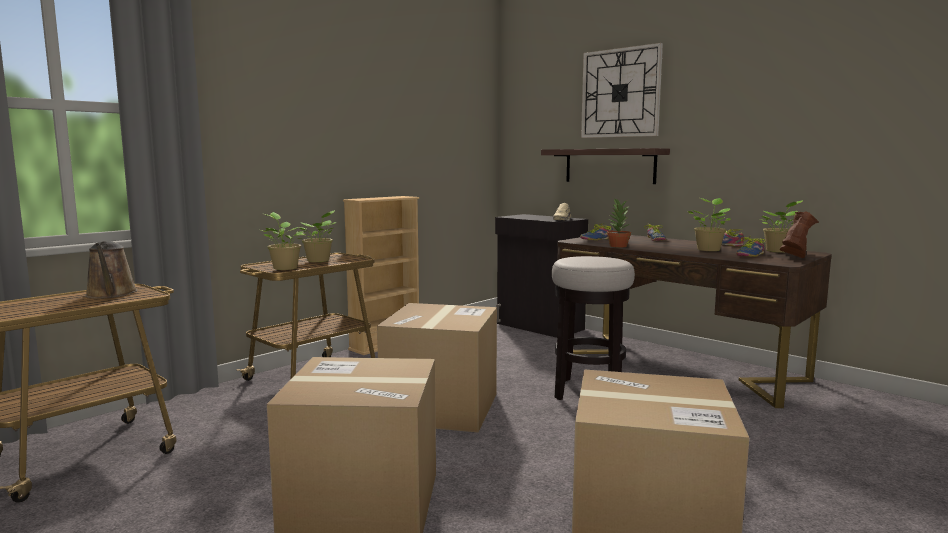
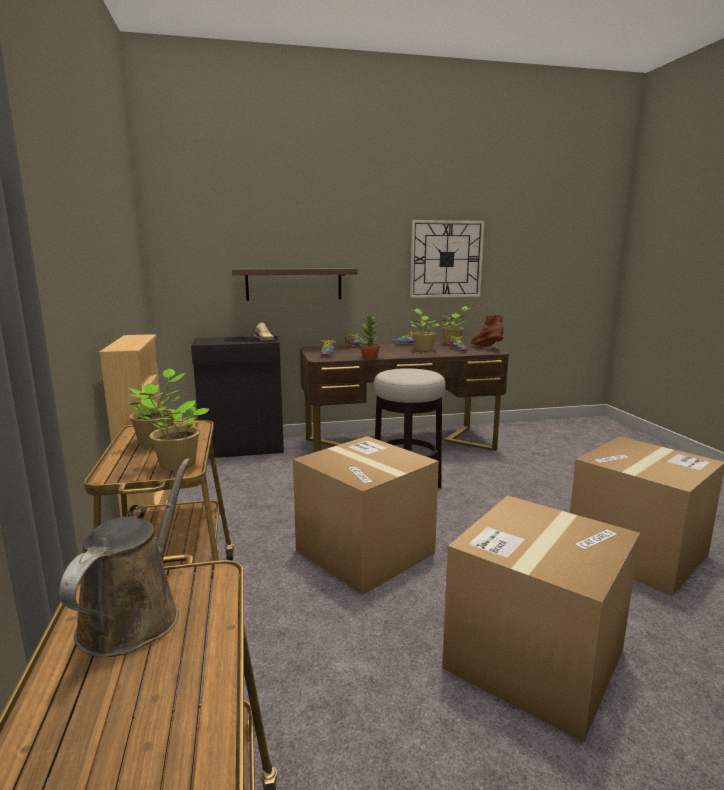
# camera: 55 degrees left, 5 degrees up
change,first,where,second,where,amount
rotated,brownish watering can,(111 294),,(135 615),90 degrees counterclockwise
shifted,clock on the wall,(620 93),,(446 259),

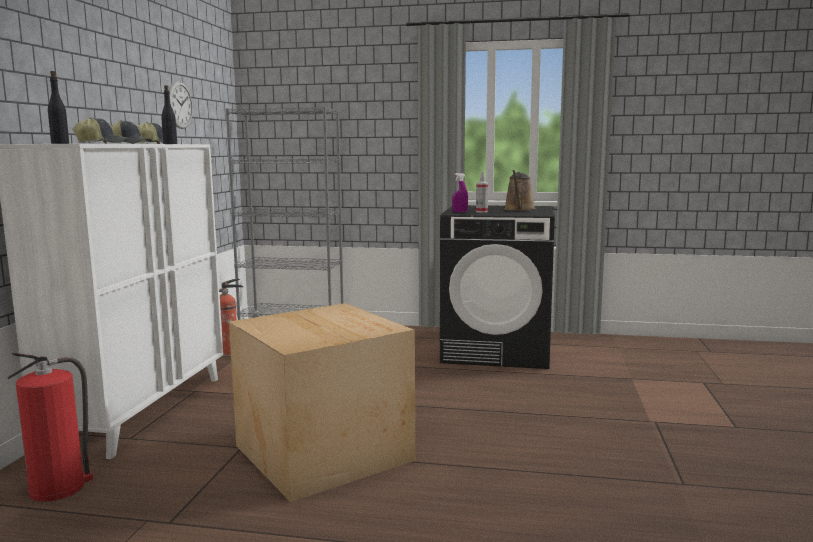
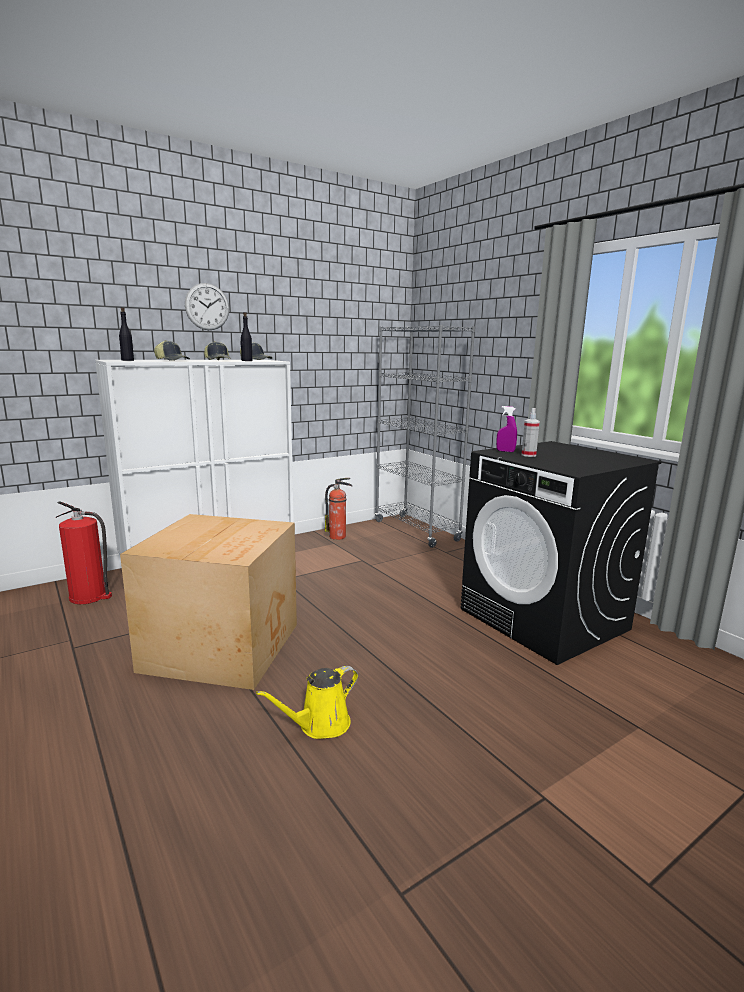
# camera: 45 degrees right, 5 degrees up
change,first,where,second,where,amount
shifted,clock on the wall,(180 105),,(207 307),
new,,,yellow-coloured watering can,(320 725),
gone,brownish watering can,(519 209),,,

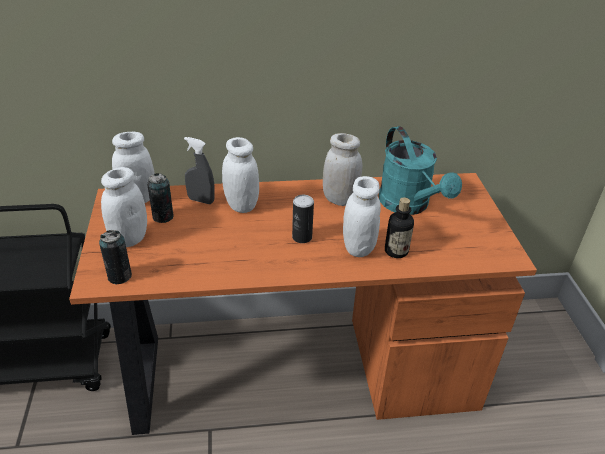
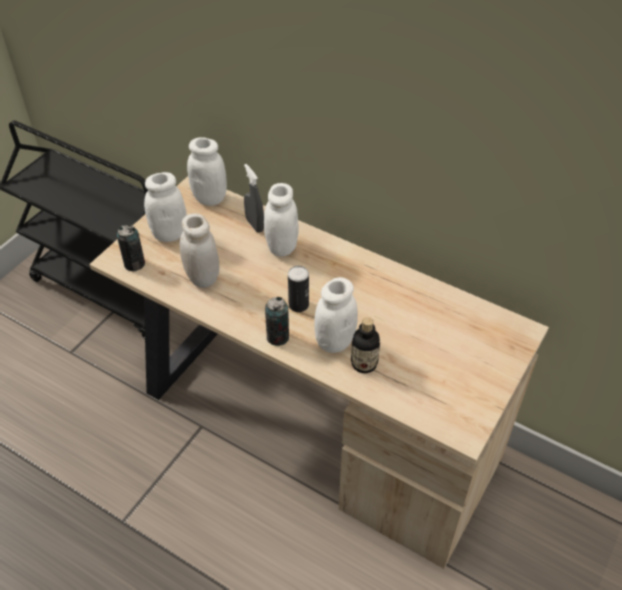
# camera: 40 degrees right, 10 degrees up
change,first,where,second,where,amount
repainted,orange desk table,(296 369),beige desk table,(311 422),
shifted,whitish jar,(340 199),,(202 278),
shifted,can,(163 217),,(277 337),
gone,blue-green watering can,(409 205),,,

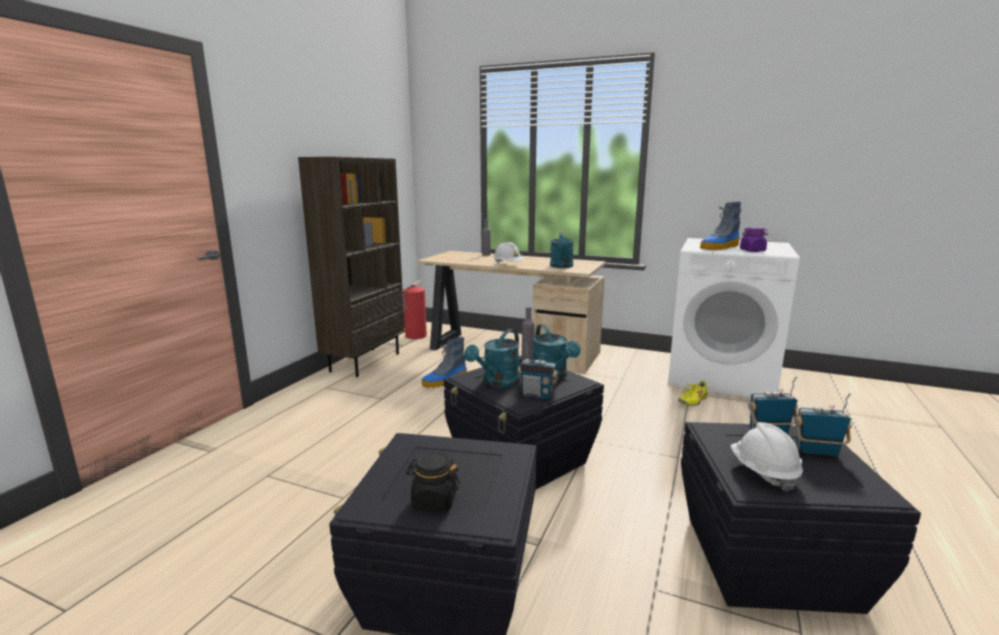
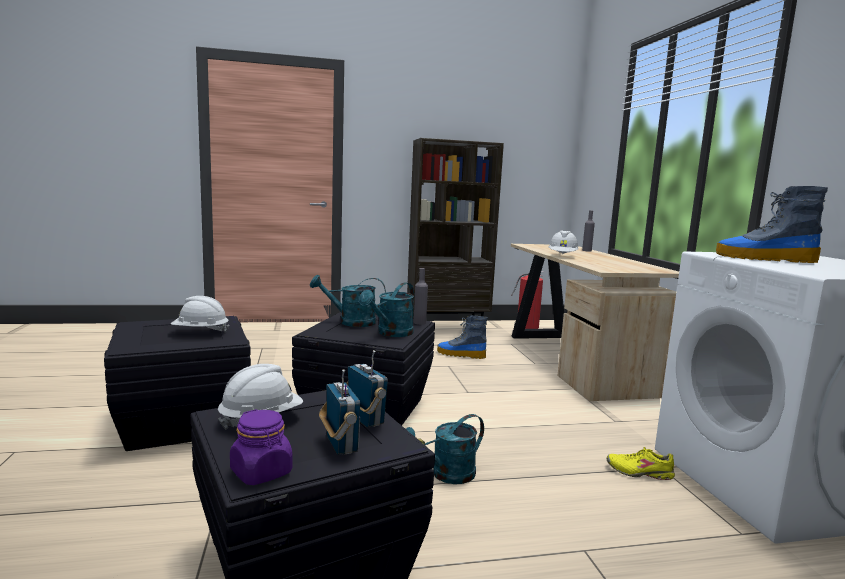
# camera: 55 degrees right, 5 degrees down
change,first,where,second,where,amount
new,,,whitish safety helmet,(200 332),
shifted,purple-coloured jar,(752 251),,(261 472),
shifted,blue-green watering can,(562 266),,(446 475),
gone,black jar,(434 501),,,
gone,radio,(537 395),,,

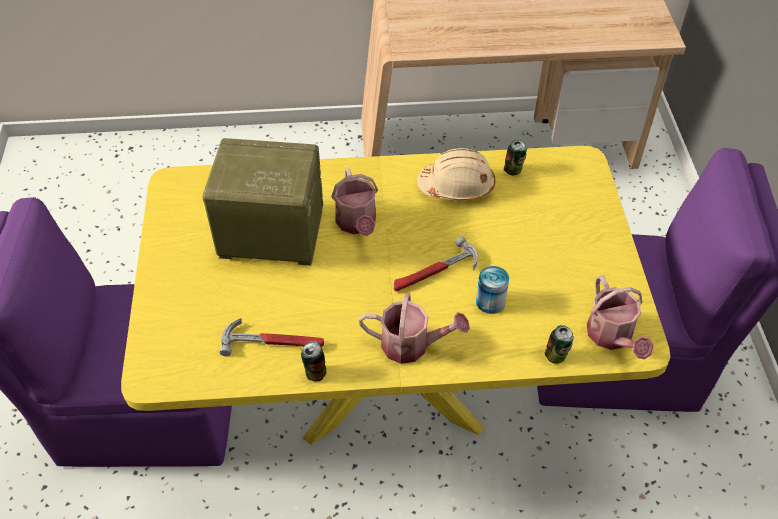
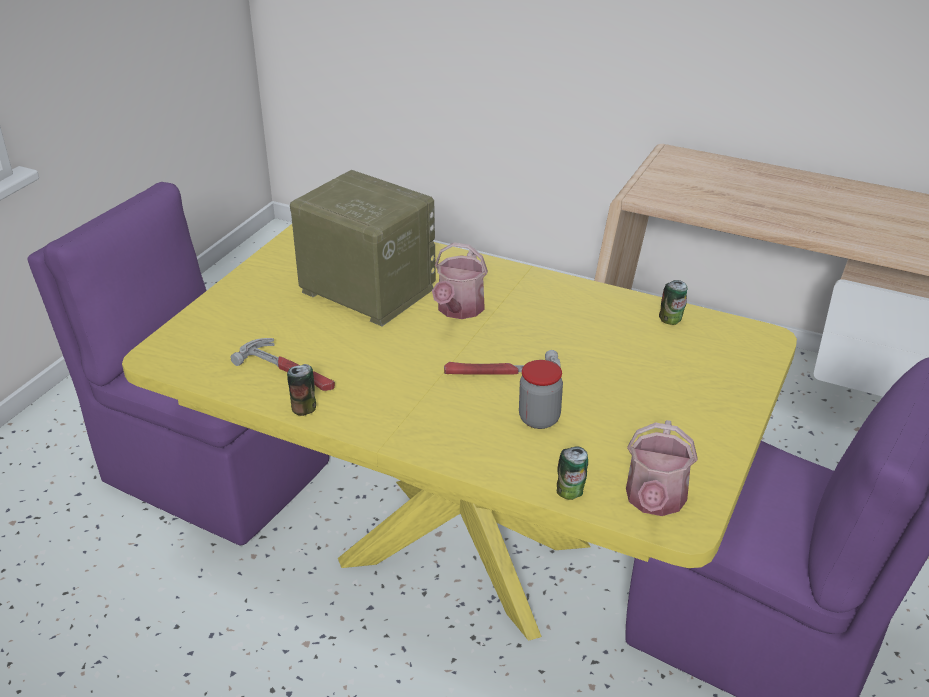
# camera: 30 degrees right, 15 degrees down
change,first,where,second,where,amount
swapped,can,(490 301),jar,(539 419),
gone,watering can,(412 345),,,
gone,beige safety helmet,(457 186),,,

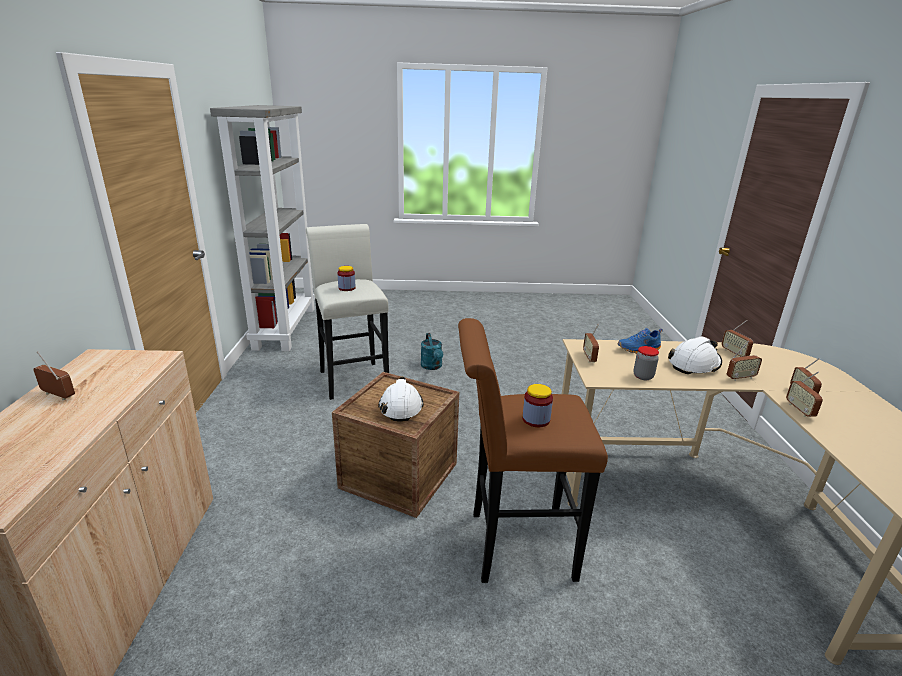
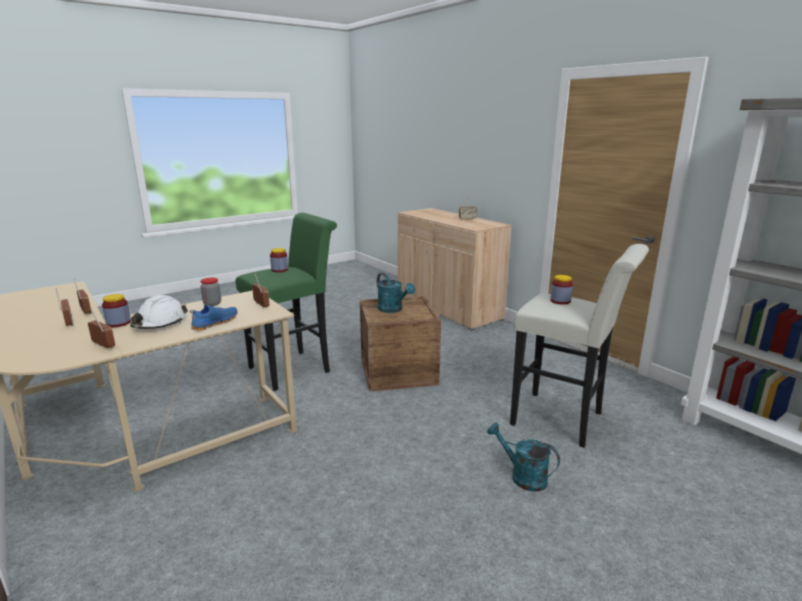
# camera: 145 degrees right, 5 degrees down
change,first,where,second,where,amount
swapped,radio,(740 378),jar,(118 323),
repainted,brownish sitting stool,(512 545),green sitting stool,(295 368),
swapped,whitish safety helmet,(401 407),blue-green watering can,(393 309),

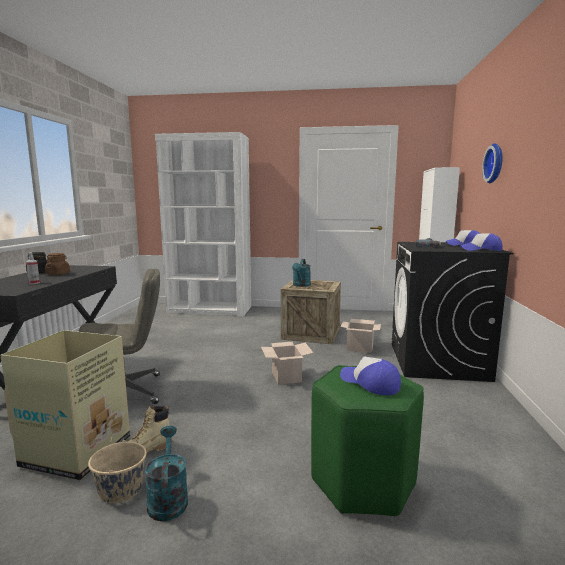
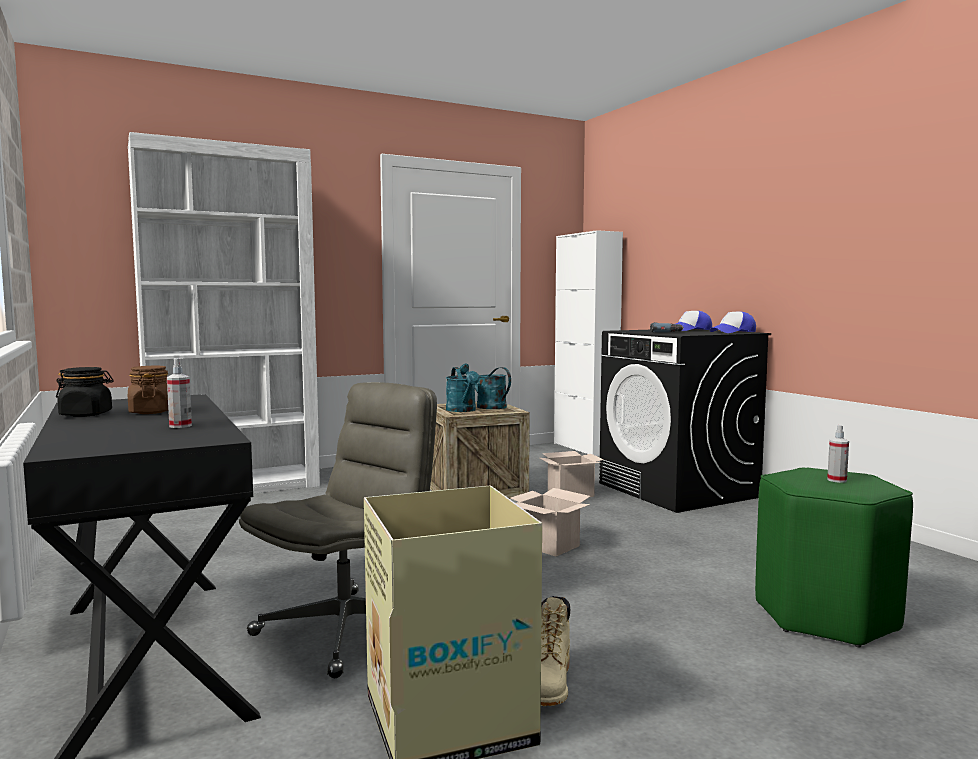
# camera: 35 degrees left, 5 degrees down
change,first,where,second,where,amount
shifted,blue-green watering can,(168 498),,(486 406),
swapped,peaked cap,(370 383),sprayer,(837 480),
gone,beige pail,(120 489),,,
gone,clock on the wall,(496 163),,,

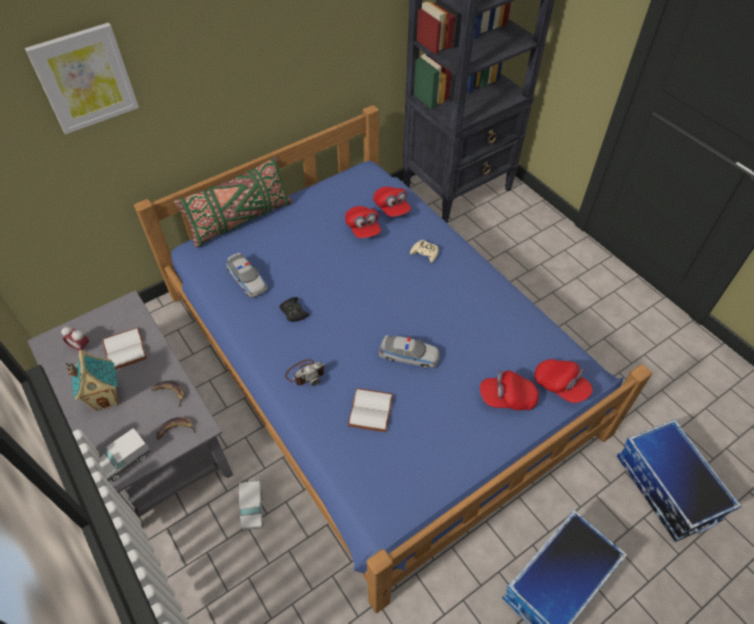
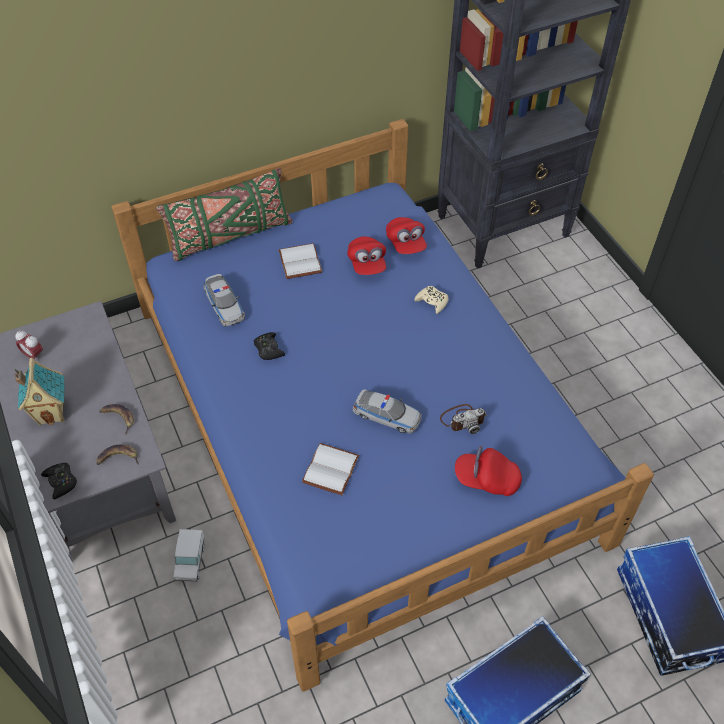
# camera: 10 degrees right, 0 degrees up
change,first,where,second,where,amount
swapped,toy lorry,(125 461),black joypad,(61 482),
shifted,whitish volume,(123 349),,(298 261),
shifted,photo camera,(306 373),,(463 419),
gone,picture,(85 78),,,
gone,reddish peaked cap,(560 386),,,

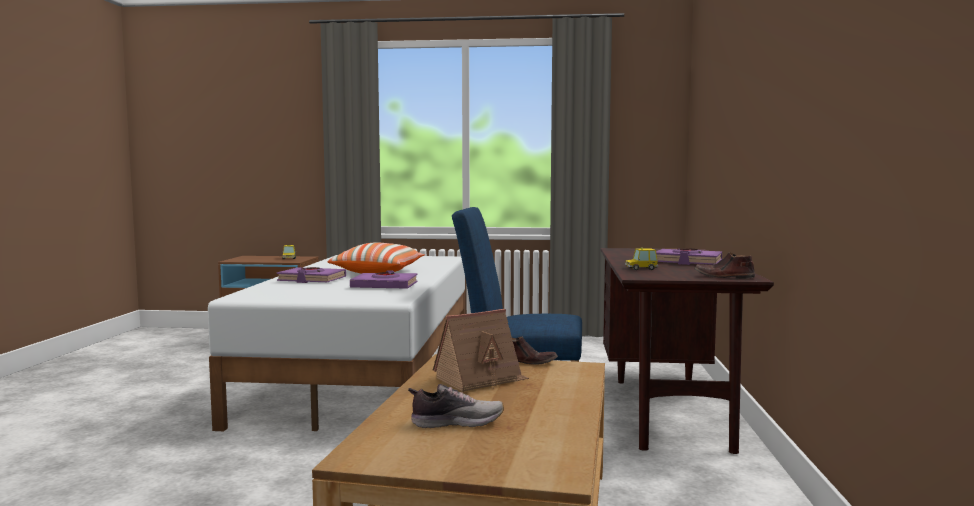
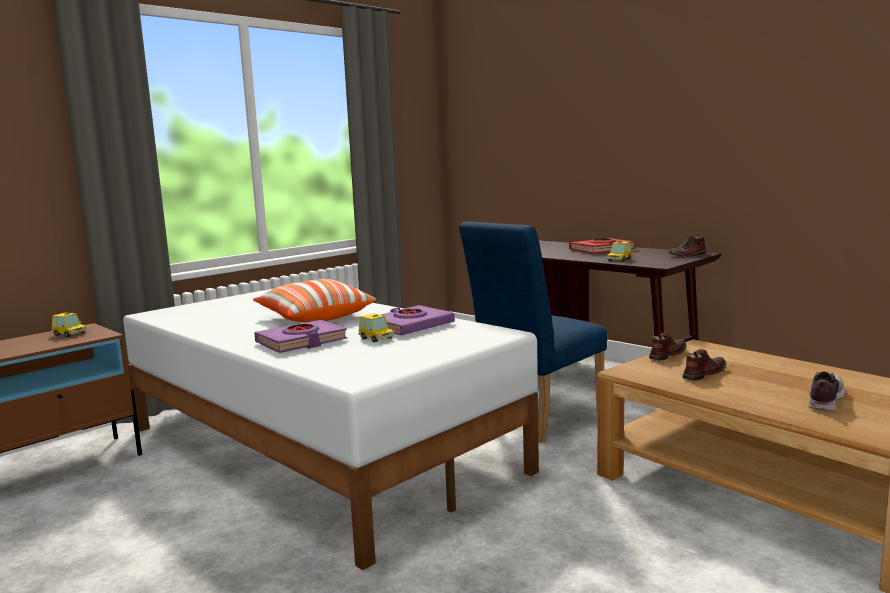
# camera: 50 degrees left, 5 degrees up
change,first,where,second,where,amount
new,,,miniature car,(376 338),
repainted,purple-coloured volume,(687 262),reddish volume,(601 250),
swapped,miniature house,(480 379),brownish low shoe,(703 374),

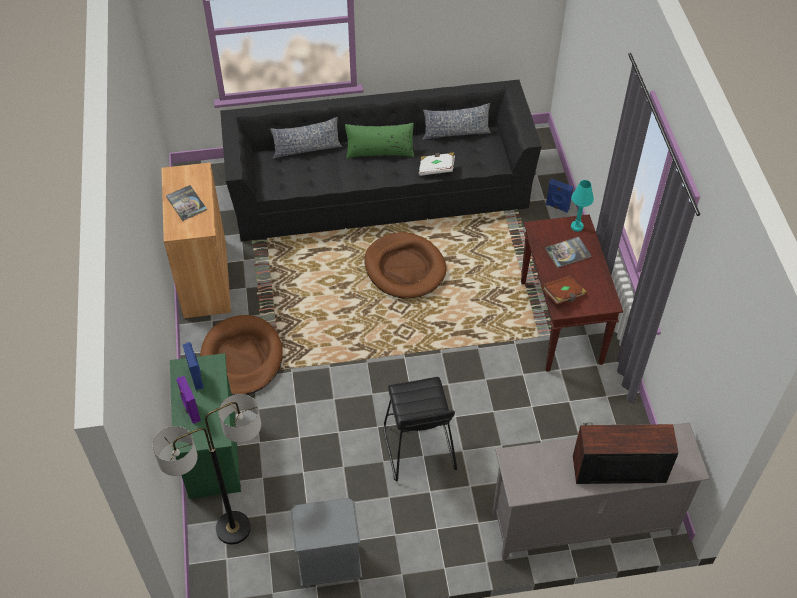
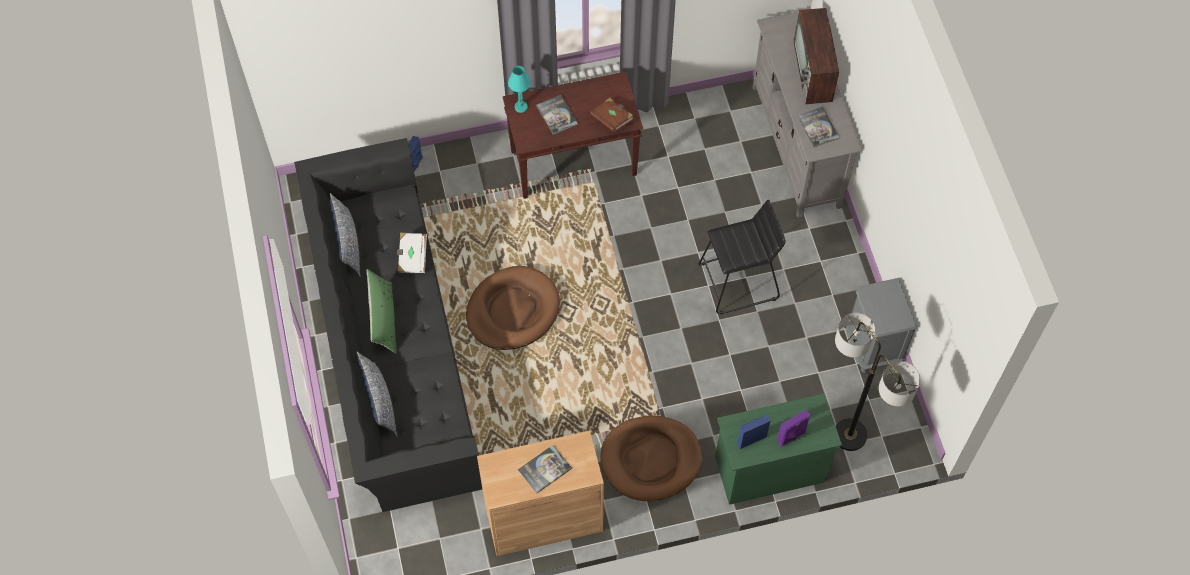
# camera: 95 degrees left, 10 degrees up
change,first,where,second,where,amount
new,,,volume,(818 127),

